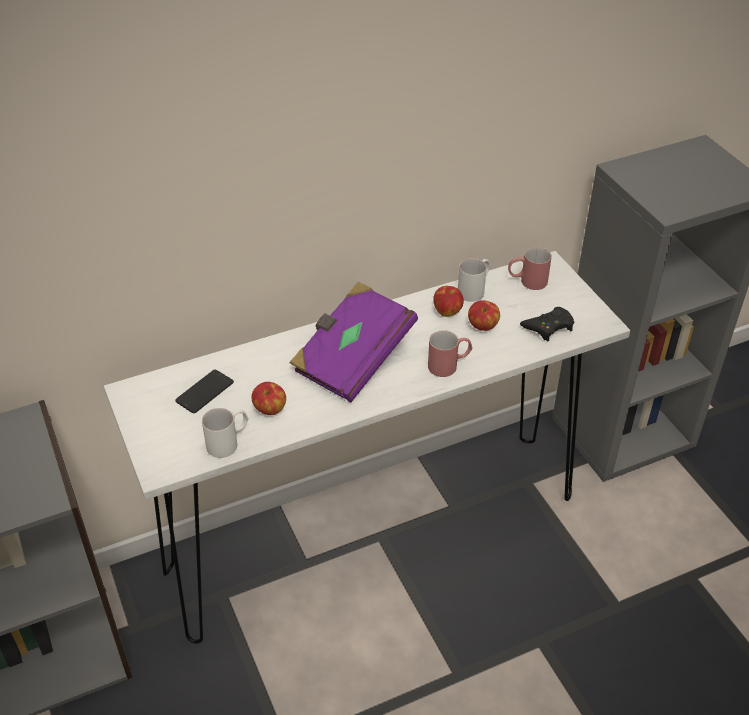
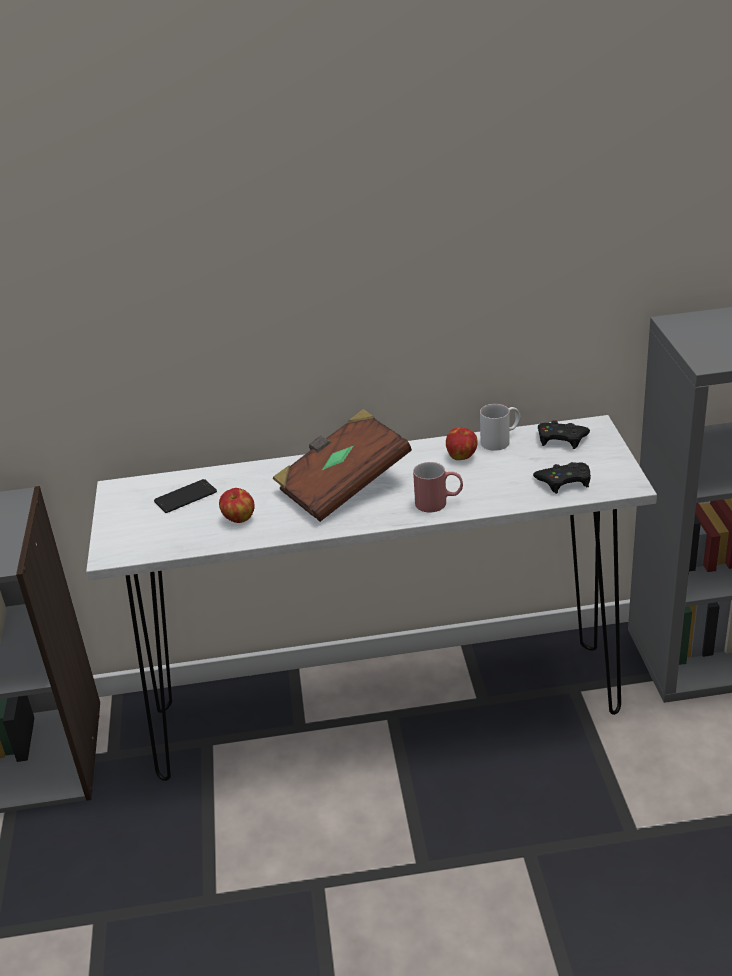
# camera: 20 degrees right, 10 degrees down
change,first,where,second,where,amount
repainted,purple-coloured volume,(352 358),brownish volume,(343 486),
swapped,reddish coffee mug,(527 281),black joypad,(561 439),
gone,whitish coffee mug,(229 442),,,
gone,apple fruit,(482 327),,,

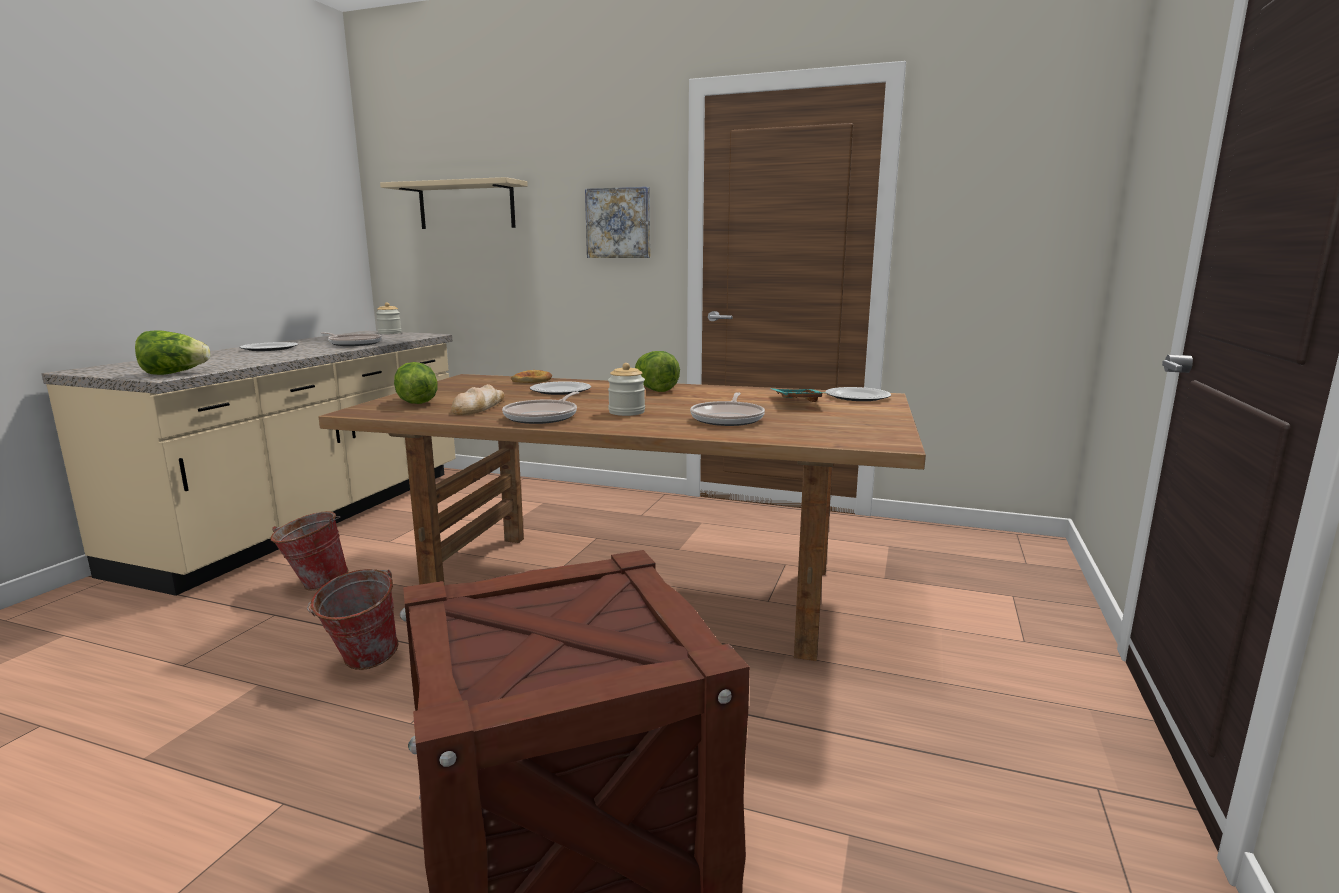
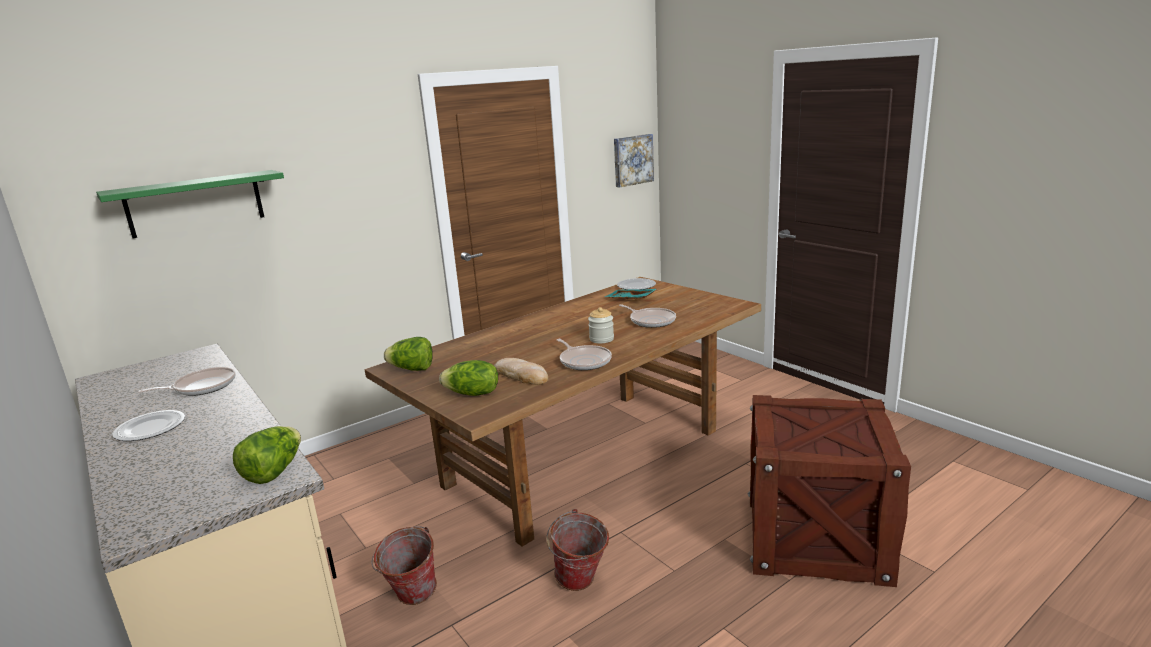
# camera: 55 degrees left, 5 degrees up
change,first,where,second,where,amount
repainted,beige wall shelf,(466 206),green wall shelf,(195 203),
shifted,head of lettuce,(654 389),,(412 369),
shifted,picture,(619 223),,(632 160),
gone,jar,(390 333),,,
gone,bakery bread,(532 381),,,
gone,plate,(560 391),,,

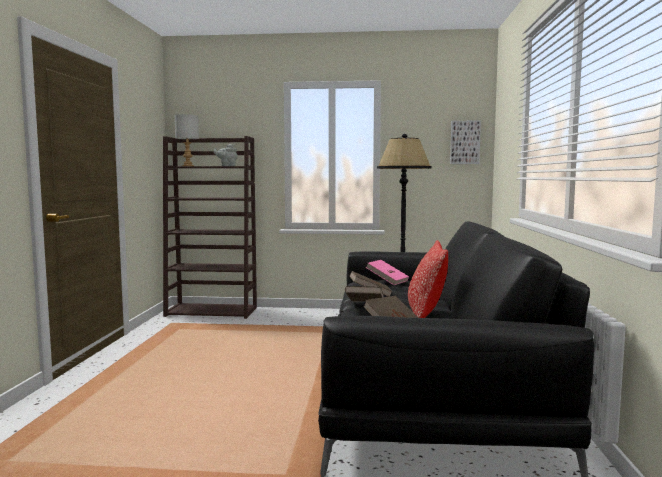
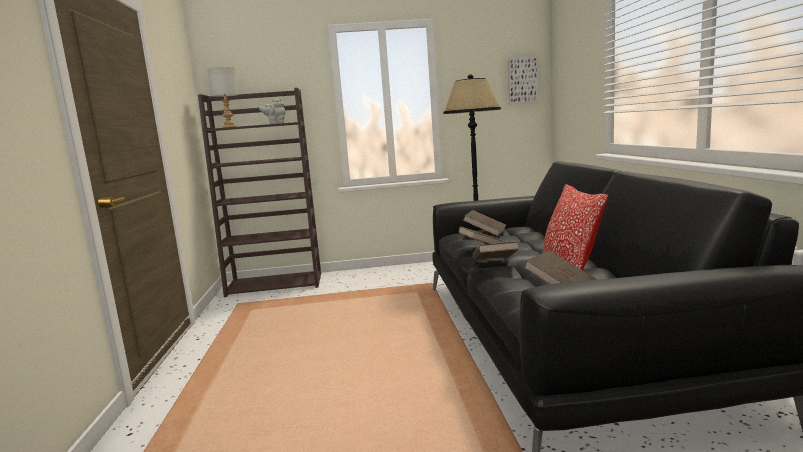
# camera: 10 degrees left, 5 degrees up
change,first,where,second,where,amount
repainted,pinkish volume,(387 281),brownish volume,(485 232),

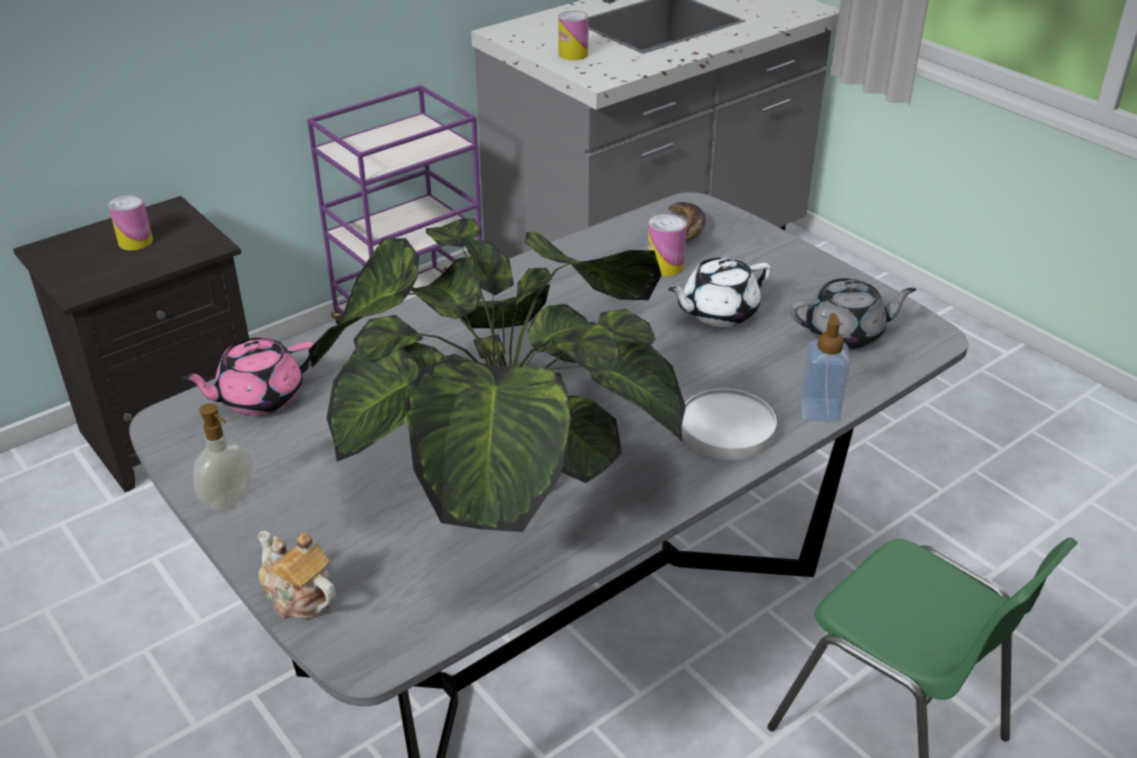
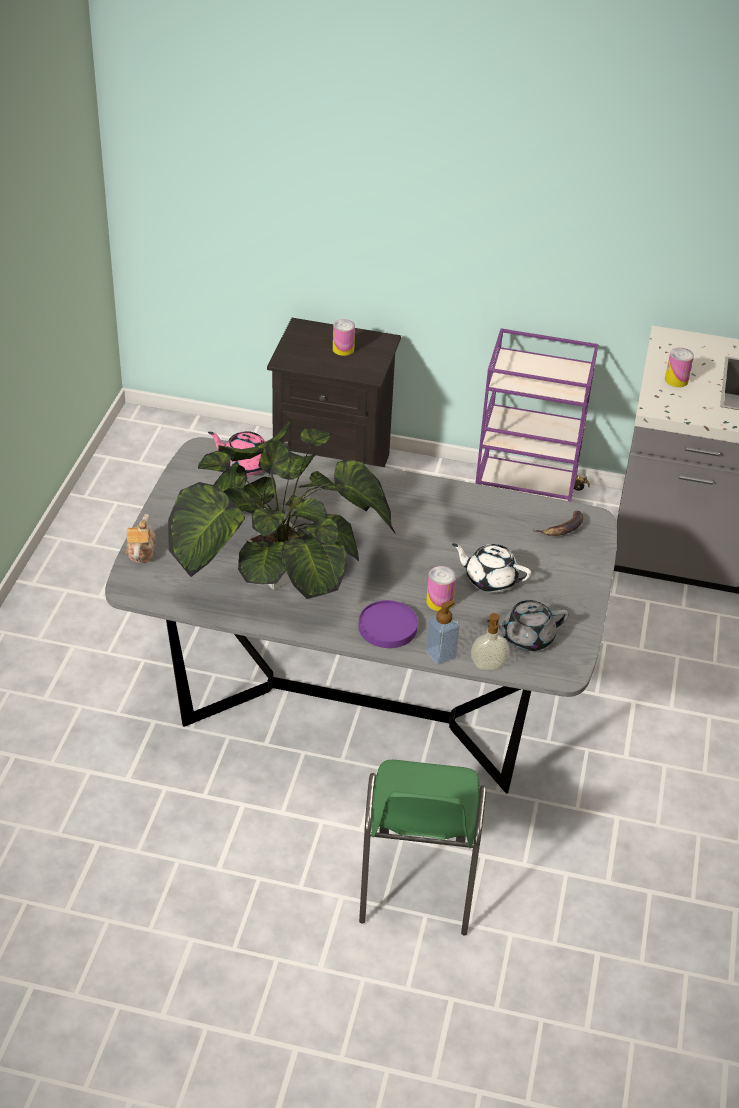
# camera: 50 degrees right, 5 degrees up
change,first,where,second,where,amount
repainted,whitish plate,(726 428),purple-coloured plate,(388 626),
shifted,can,(665 266),,(439 602),
shifted,liquid soap bottle,(231 501),,(488 667),
rotated,grey tea pot,(846 334),,(526 637),120 degrees clockwise

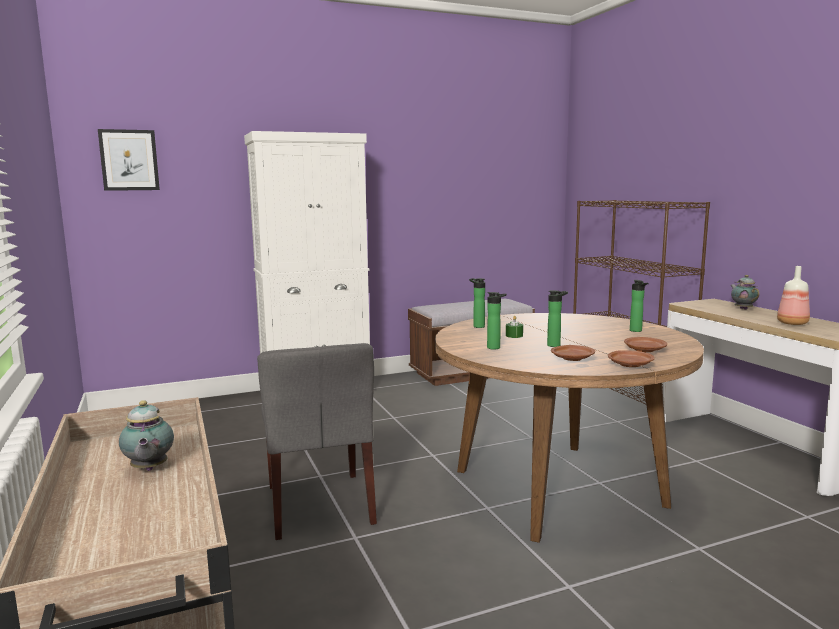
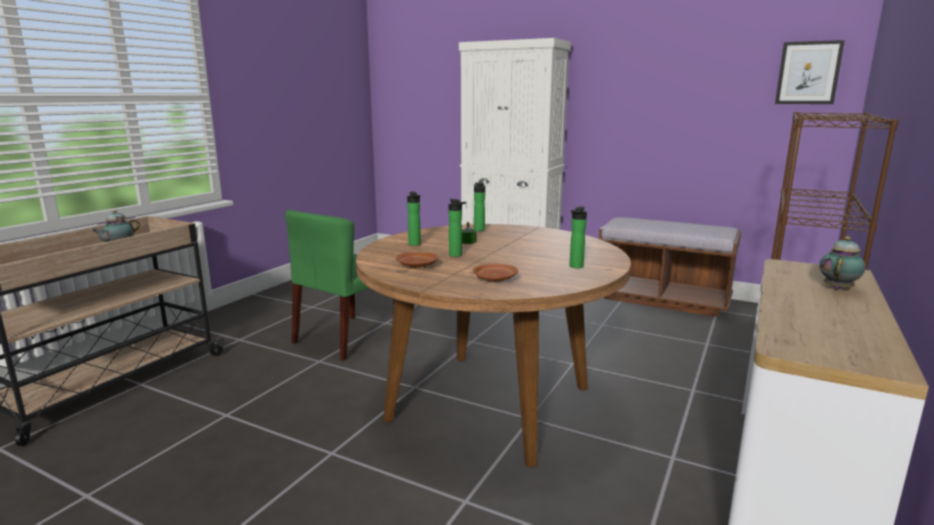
# camera: 50 degrees right, 5 degrees up
change,first,where,second,where,amount
repainted,grey plain chair,(320 504),green plain chair,(347 337),
shifted,picture,(129 160),,(808 73),
gone,brownish plate,(630 365),,,
gone,drink bottle,(793 323),,,

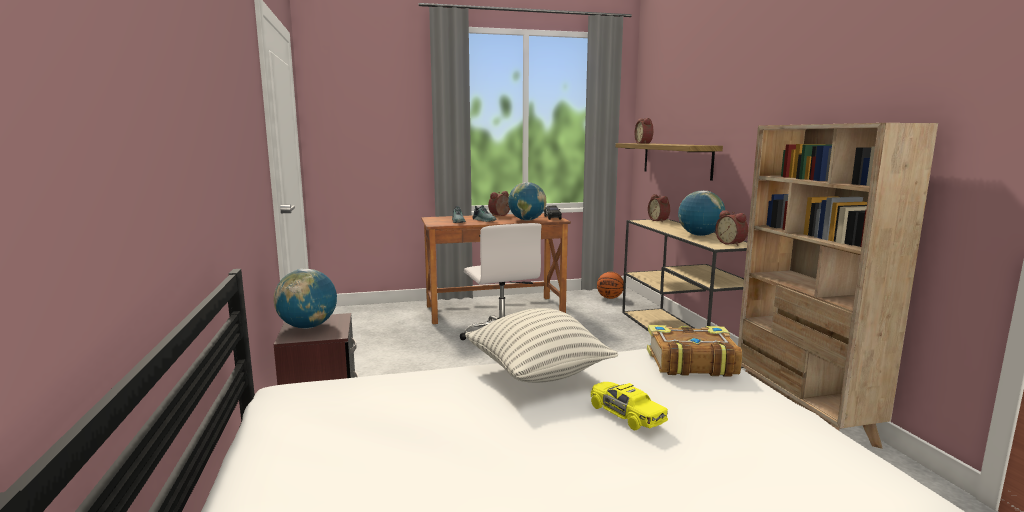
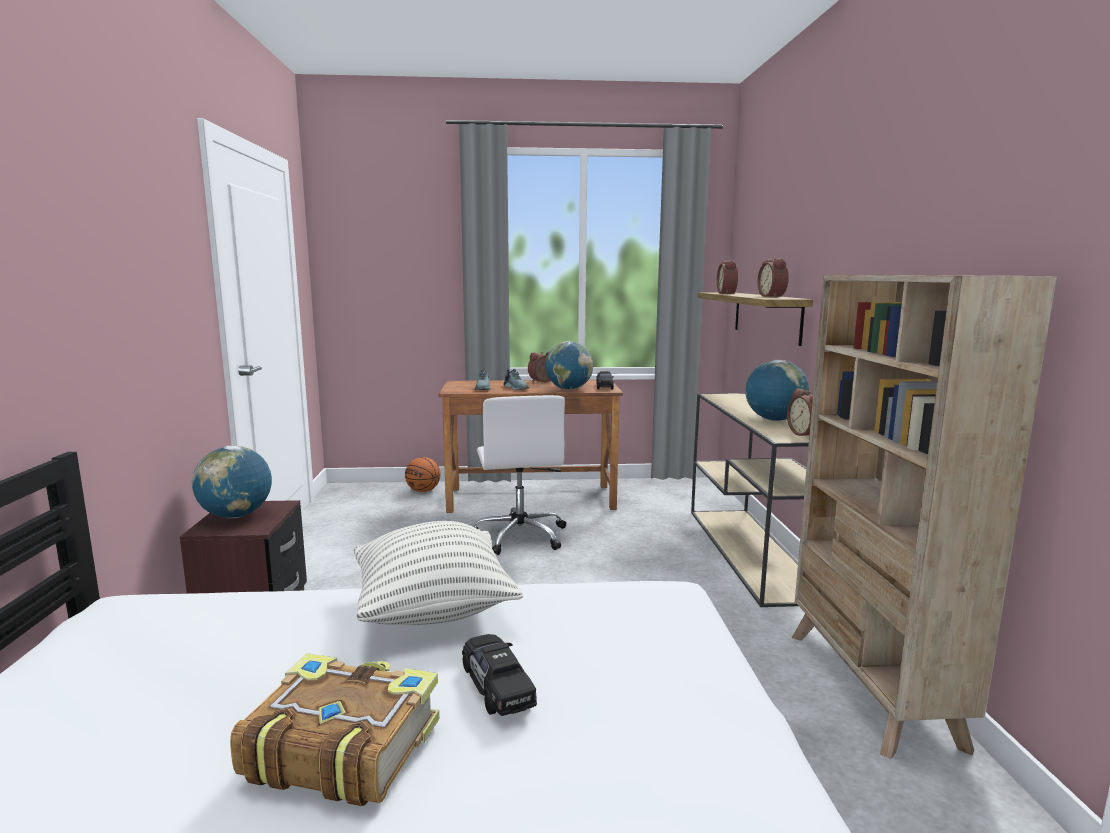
# camera: 10 degrees right, 0 degrees up
change,first,where,second,where,amount
shifted,volume,(689 363),,(341 747),
shifted,basketball ball,(610 298),,(423 491),
repainted,yellow-coloured miniature car,(626 415),black miniature car,(497 687),
shifted,alarm clock,(659 220),,(773 297),

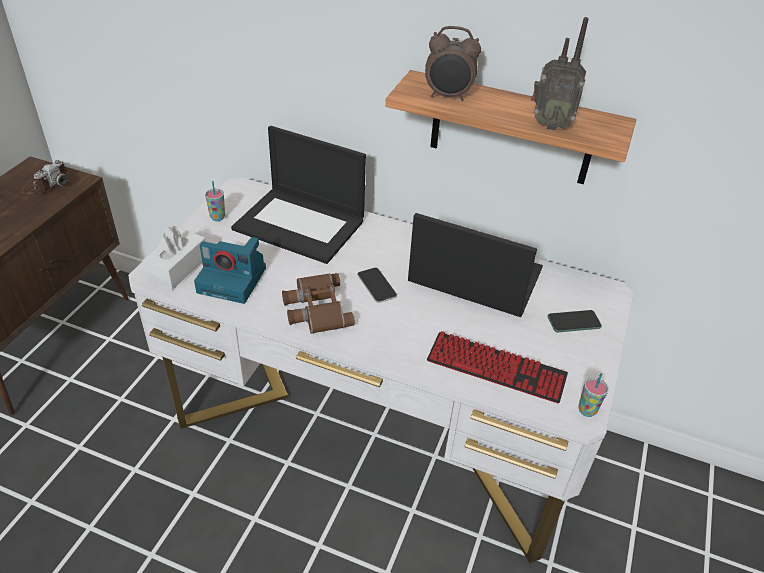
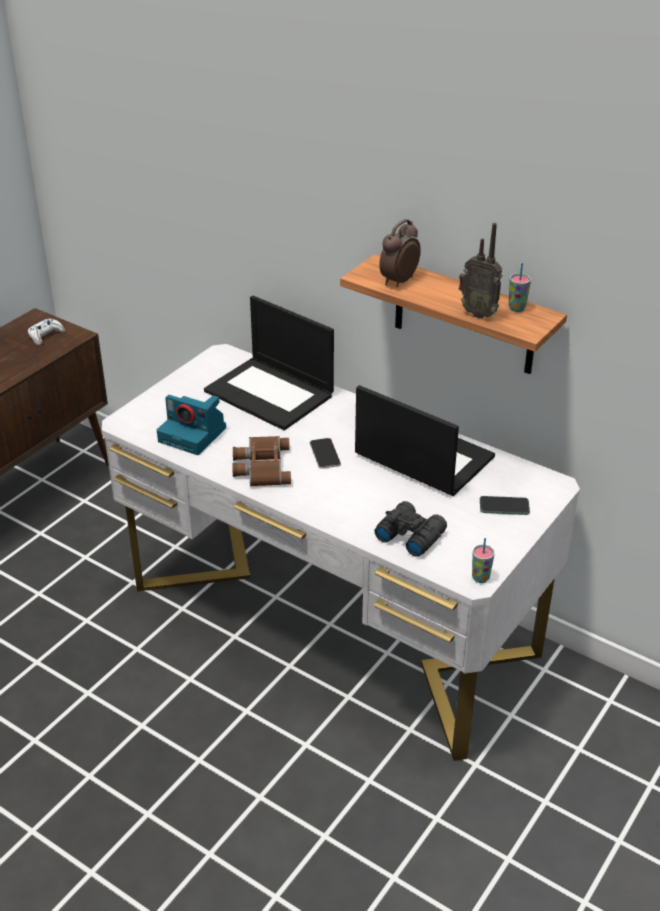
# camera: 15 degrees right, 5 degrees down
change,first,where,second,where,amount
swapped,photo camera,(46 184),whitish joypad,(45 335),
swapped,computer keyboard,(496 368),black field glasses,(410 534),
rotated,alarm clock,(448 96),,(397 281),105 degrees clockwise
shifted,small cup,(217 217),,(516 308),
gone,whitish box of tissues,(178 268),,,

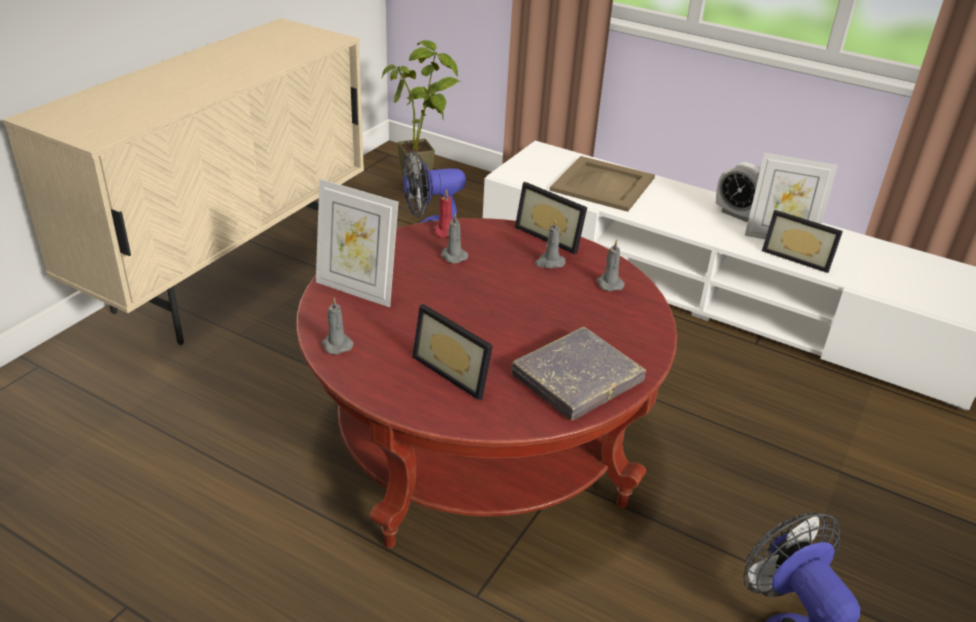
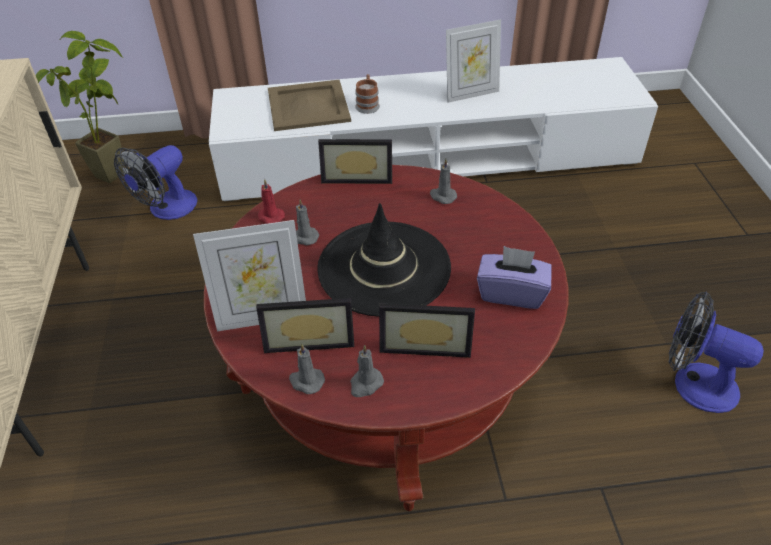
# camera: 35 degrees left, 10 degrees up
change,first,where,second,where,amount
shifted,picture frame,(798 257),,(309 337),
new,,,black wearable hat,(384 268),
shifted,grey wax candle,(549 263),,(365 384),
new,,,coffee mug,(367 104),
swapped,grey volume,(576 379),purple-coloured box of tissues,(511 293),
gone,alarm clock,(737 214),,,

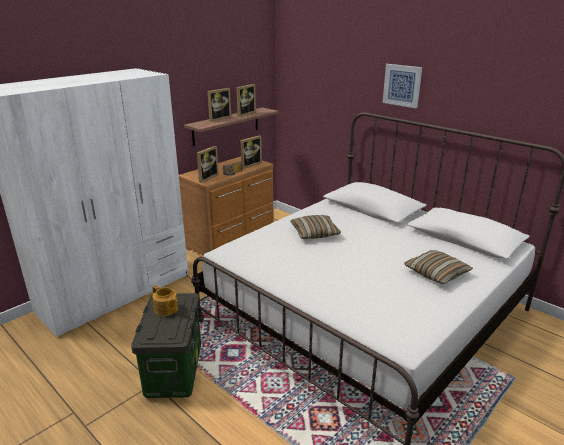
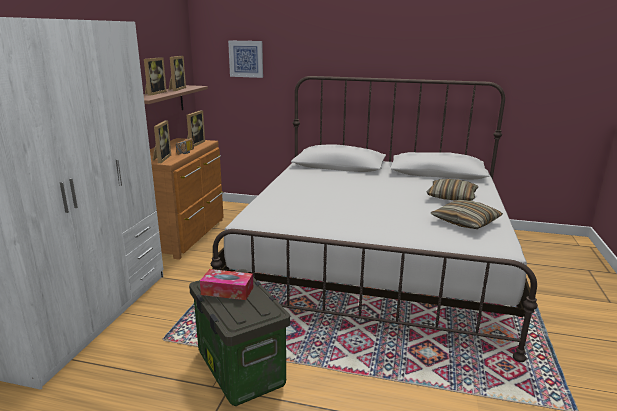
# camera: 30 degrees left, 5 degrees down
change,first,where,second,where,amount
swapped,tea pot,(166 309),box of tissues,(227 291),
shifted,picture,(402 85),,(246 59),
shifted,cushion,(314 233),,(465 222),

